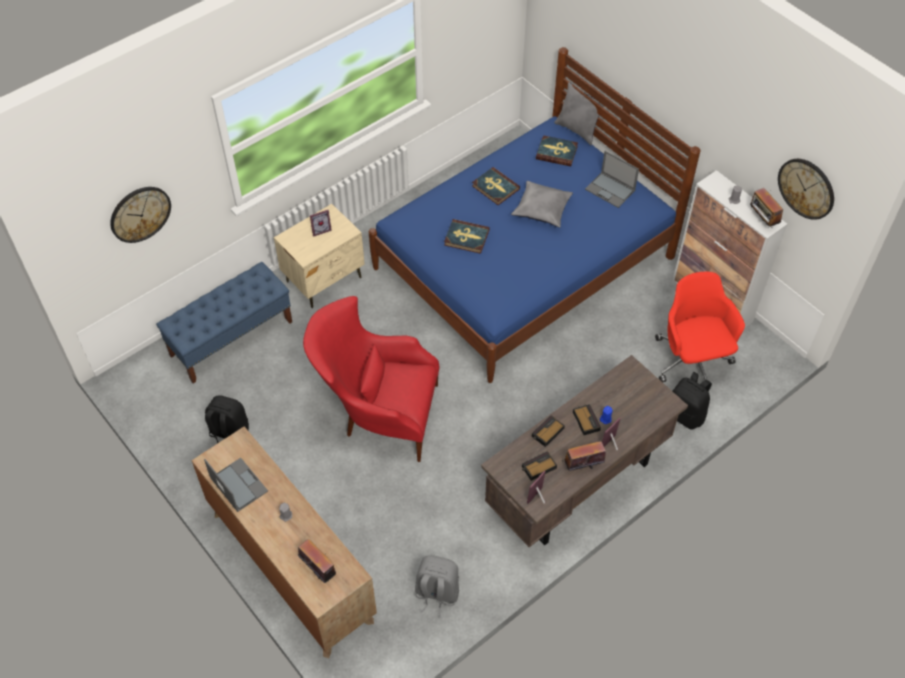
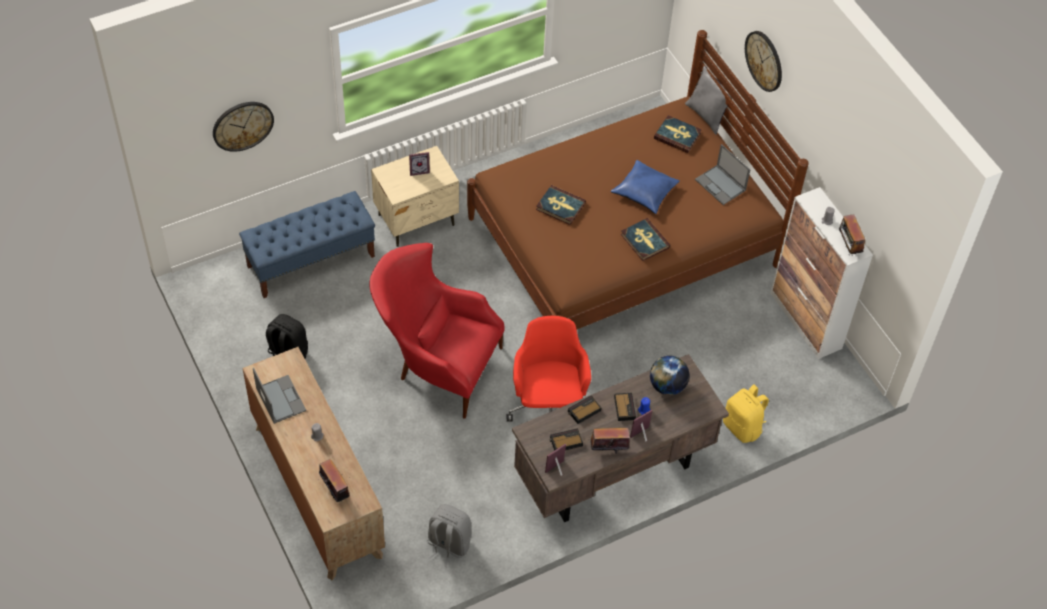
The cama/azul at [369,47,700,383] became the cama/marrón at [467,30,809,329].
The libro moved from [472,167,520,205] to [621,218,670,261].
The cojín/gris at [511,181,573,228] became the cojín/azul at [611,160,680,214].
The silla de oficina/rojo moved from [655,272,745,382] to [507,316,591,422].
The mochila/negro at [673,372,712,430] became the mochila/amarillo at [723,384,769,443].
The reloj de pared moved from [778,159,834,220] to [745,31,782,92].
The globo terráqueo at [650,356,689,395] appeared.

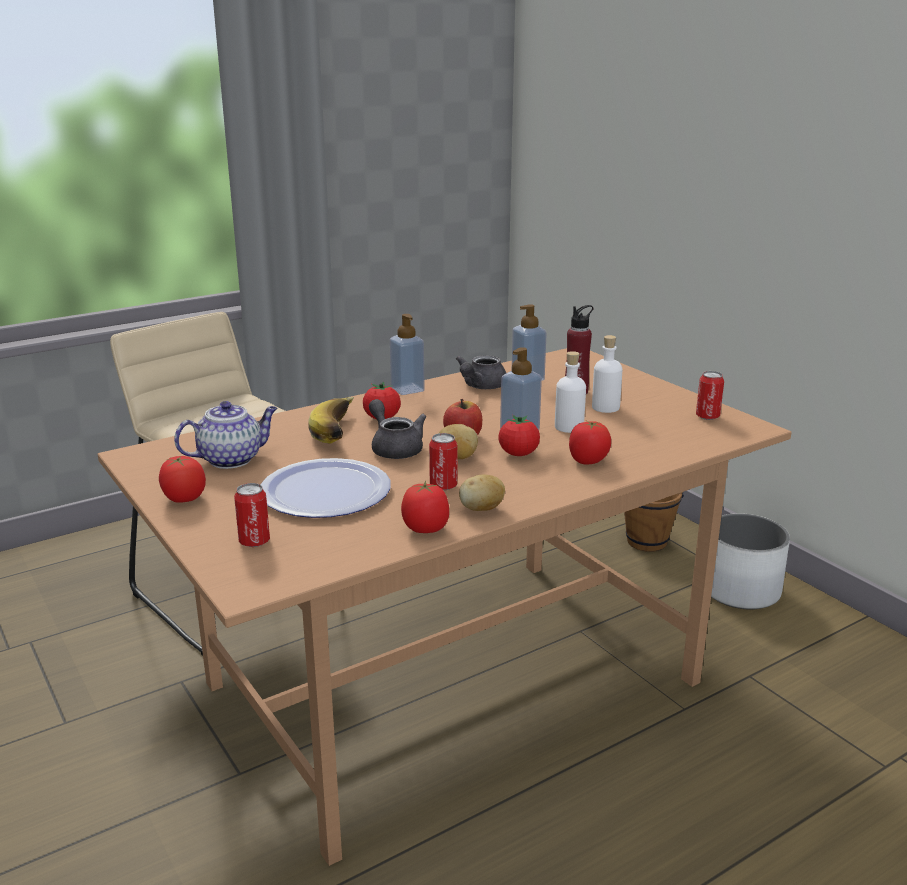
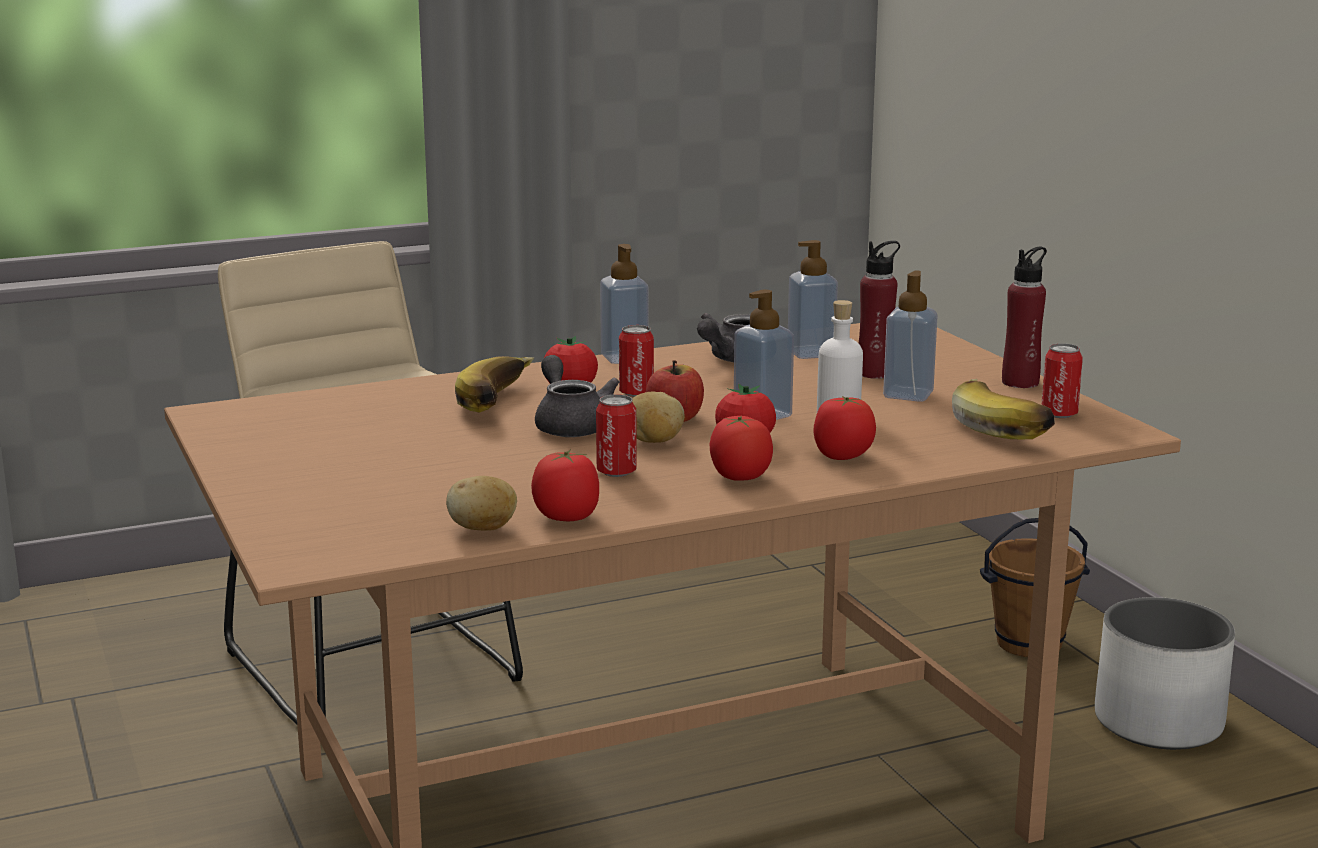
The tomate moved from [159,456,206,503] to [710,416,773,481].
The tetera at [174,401,278,469] disappeared.
The lata moved from [234,483,270,547] to [619,325,654,397].
The plato at [261,458,391,518] disappeared.
The patata moved from [459,474,505,511] to [446,476,517,531].
The botella/blanco at [592,335,622,413] was replaced by the dispensador de jabón at [883,271,938,402].
The plátano at [952,379,1055,439] appeared.
The botella/rojo at [1002,247,1047,388] appeared.

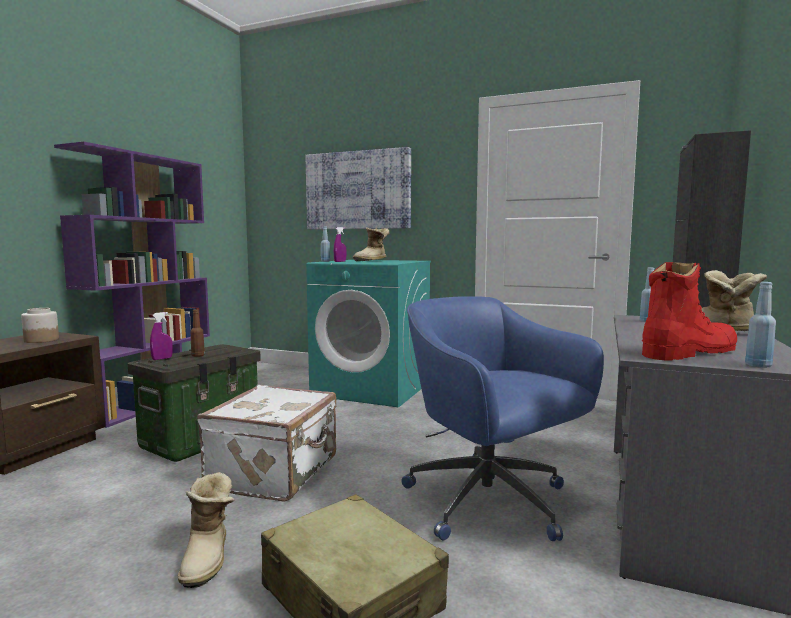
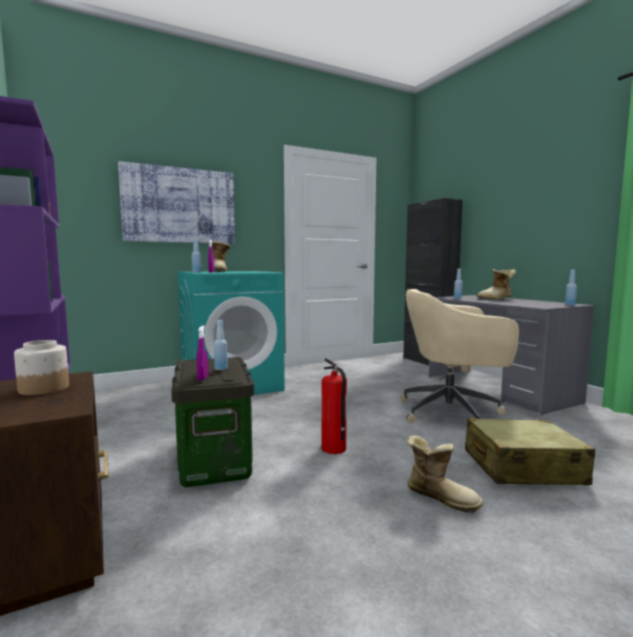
The botella/marrón at [190,309,205,357] became the botella/azul at [214,320,228,370].
The maleta/blanco at [197,385,336,502] was replaced by the extintor at [322,358,347,454].
The silla de oficina/azul at [401,296,604,541] became the silla de oficina/beis at [401,289,519,423].
The bota/rojo at [642,262,737,360] disappeared.

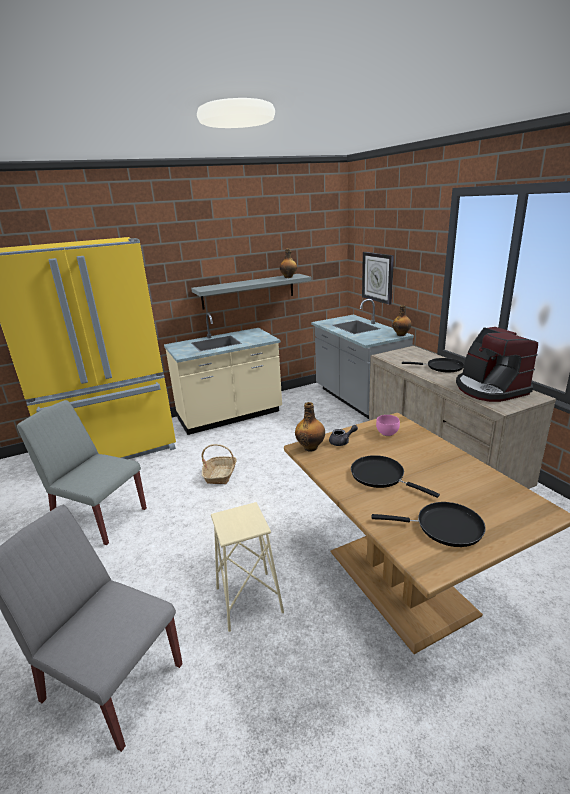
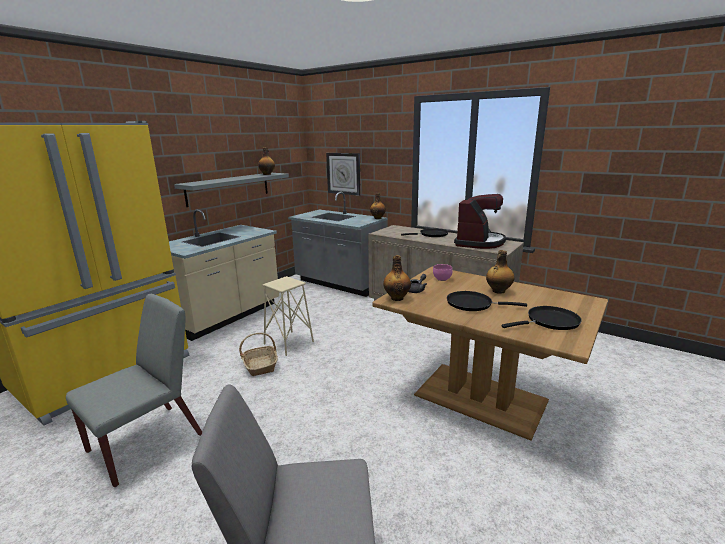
The silla/gris at [17,400,147,545] turned 135 degrees clockwise.
The taburete/beis moved from [211,502,284,632] to [263,276,314,356].
The cafetera at [456,327,538,402] turned 105 degrees counterclockwise.
The botella at [486,250,515,294] appeared.

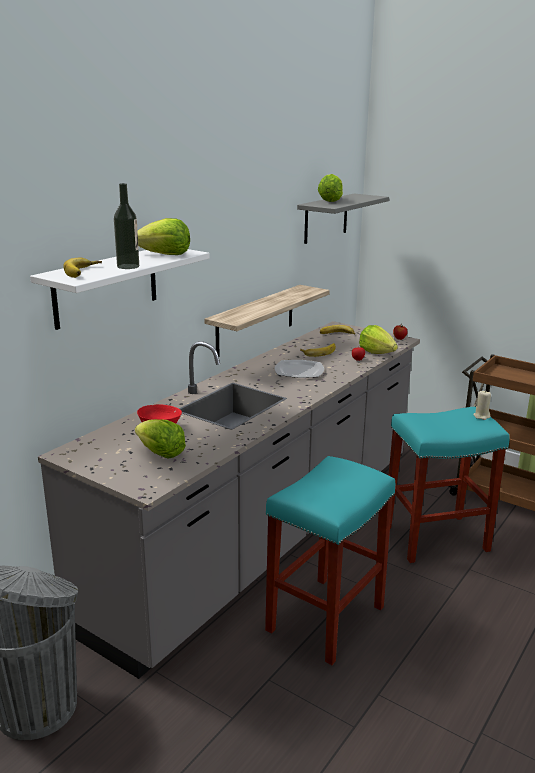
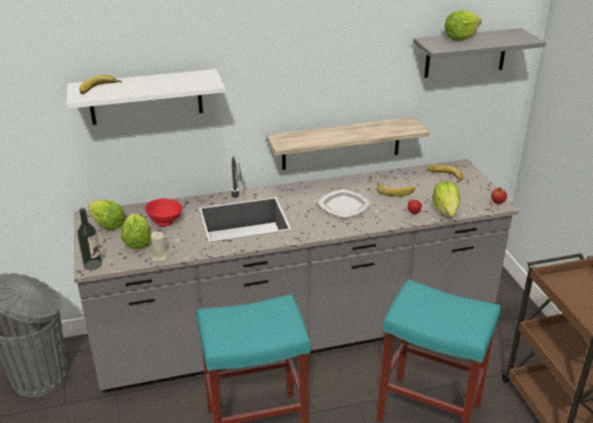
The botella moved from [114,183,139,269] to [77,208,102,270].
The lechuga moved from [138,218,190,255] to [88,199,126,230].
The vela/beis moved from [473,390,491,420] to [151,231,169,262].

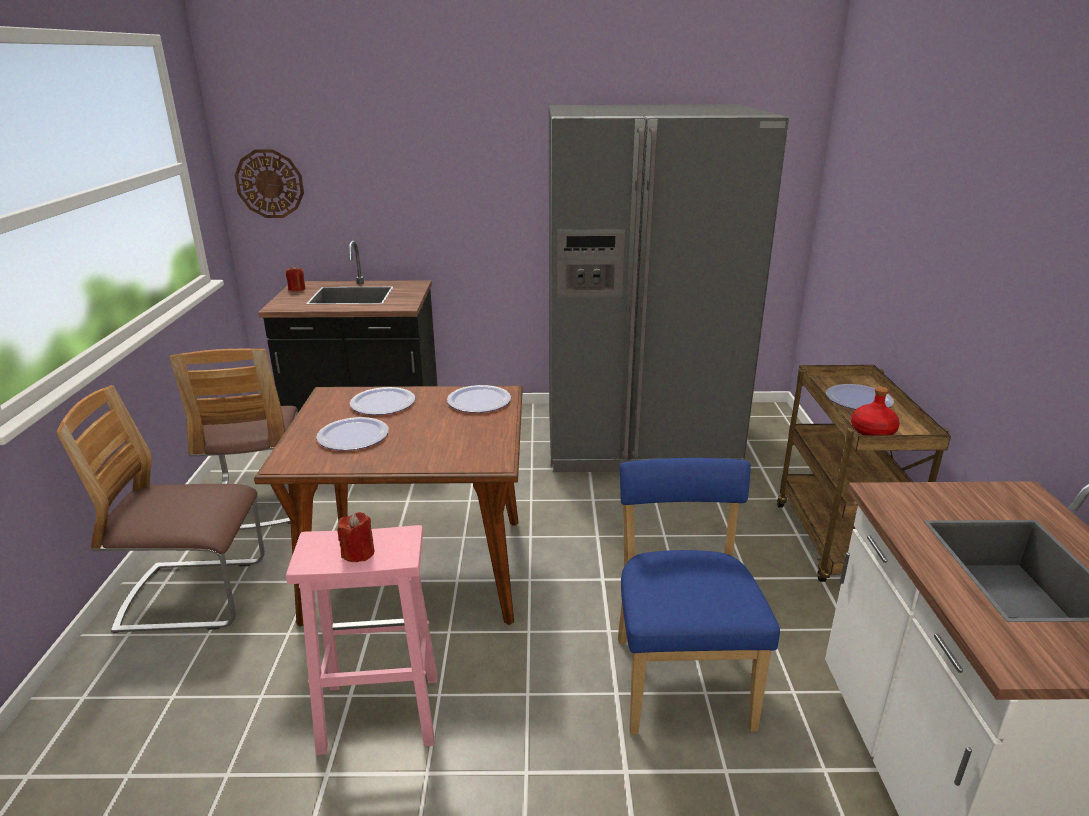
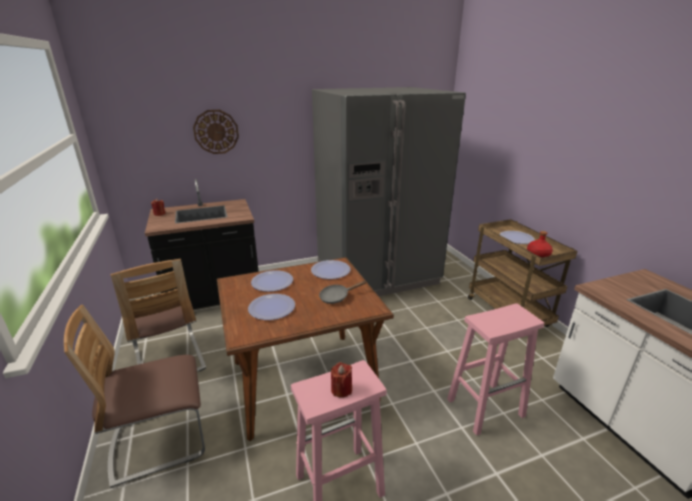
The reloj de pared moved from [235,149,304,218] to [193,110,239,154].
The silla/azul at [618,458,780,734] was replaced by the taburete/rosa at [447,303,544,436].
The sartén/gris at [319,281,366,304] appeared.

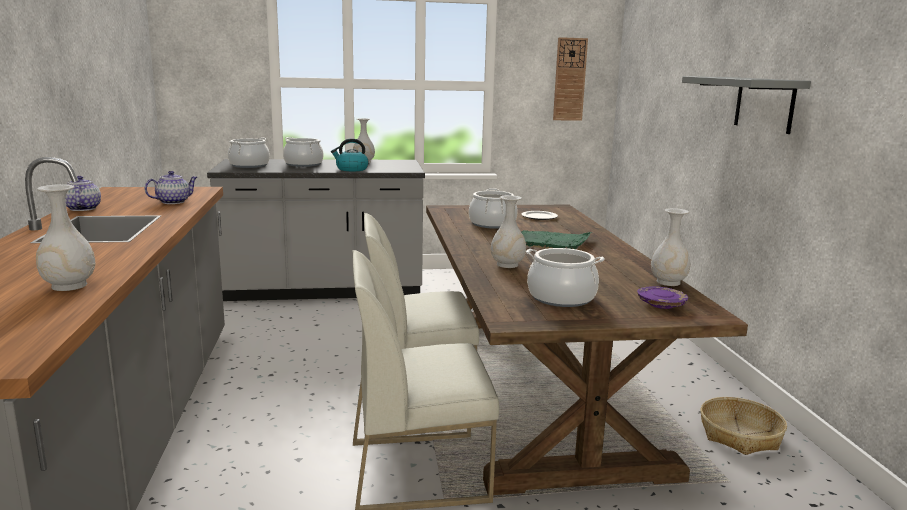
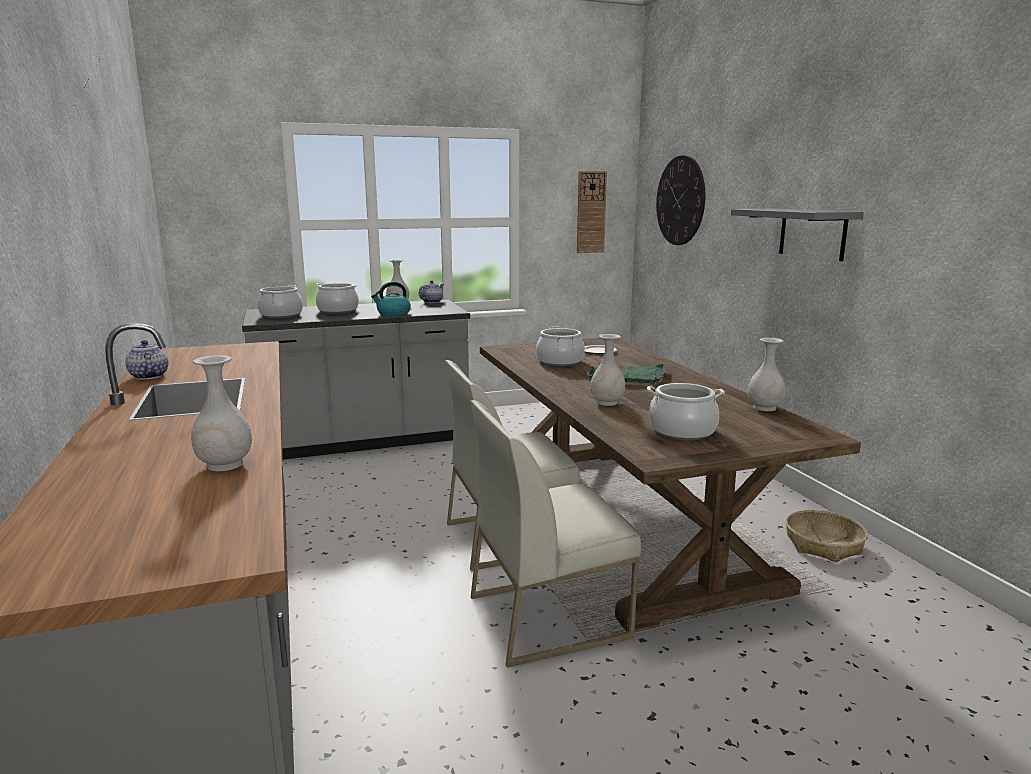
The tetera moved from [145,171,197,204] to [419,280,444,303].
The plato/morado at [637,286,688,309] disappeared.
The reloj de pared at [656,155,705,245] appeared.

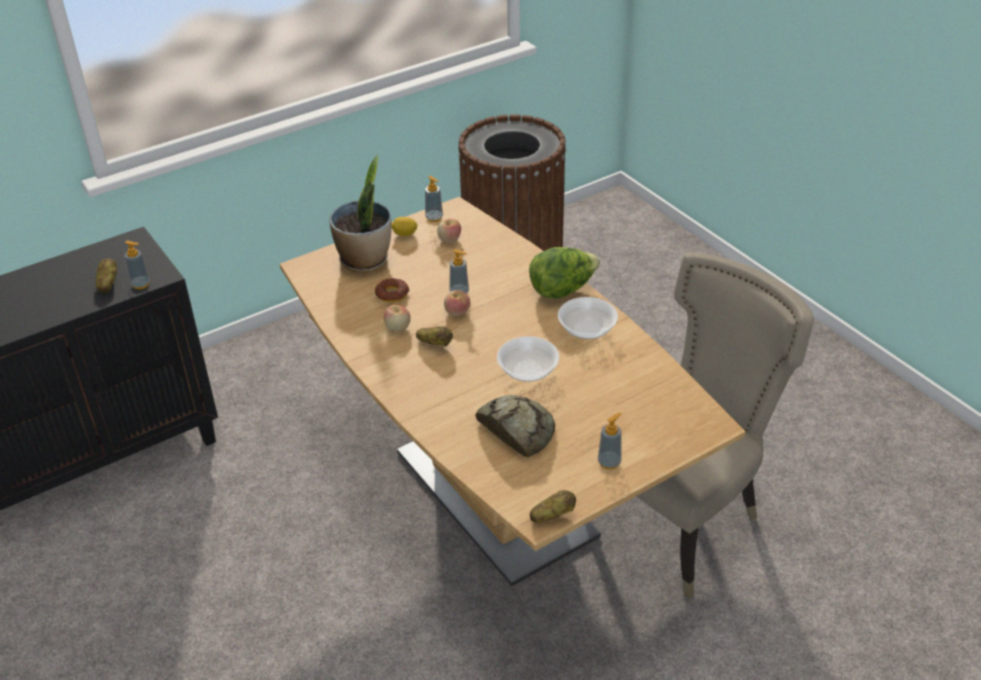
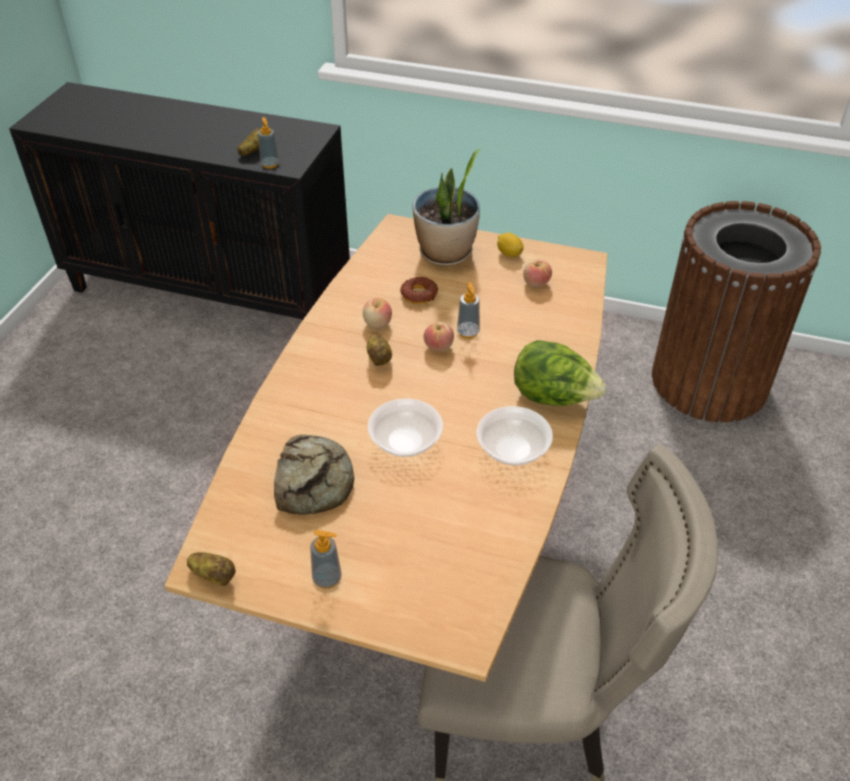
The dispensador de jabón at [425,176,443,222] disappeared.

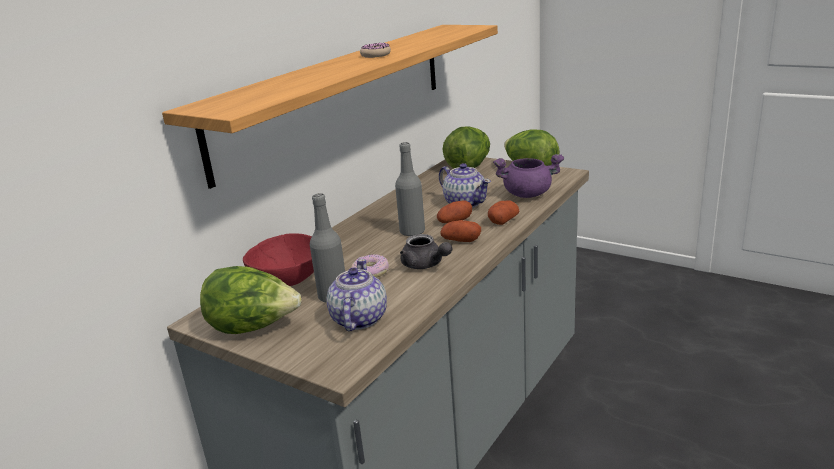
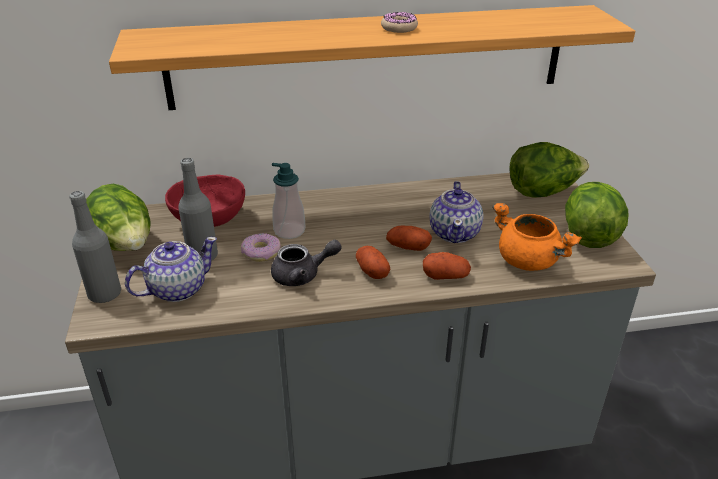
The botella/gris moved from [395,142,425,236] to [69,191,121,303].
The tetera/gris at [400,234,452,269] turned 105 degrees counterclockwise.
The olla/morado at [493,154,564,198] became the olla/naranja at [493,203,582,271].
The dispensador de jabón at [272,163,305,239] appeared.

